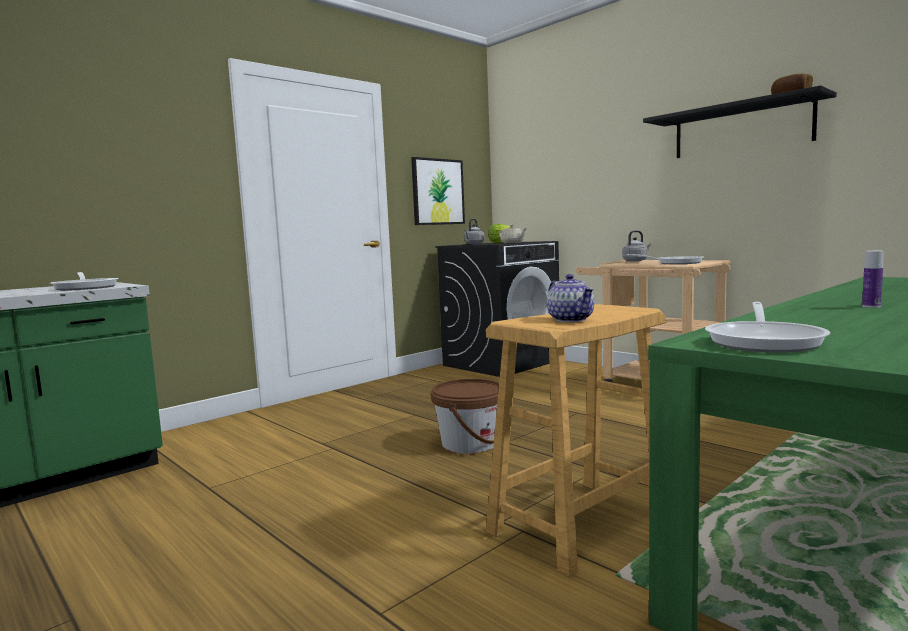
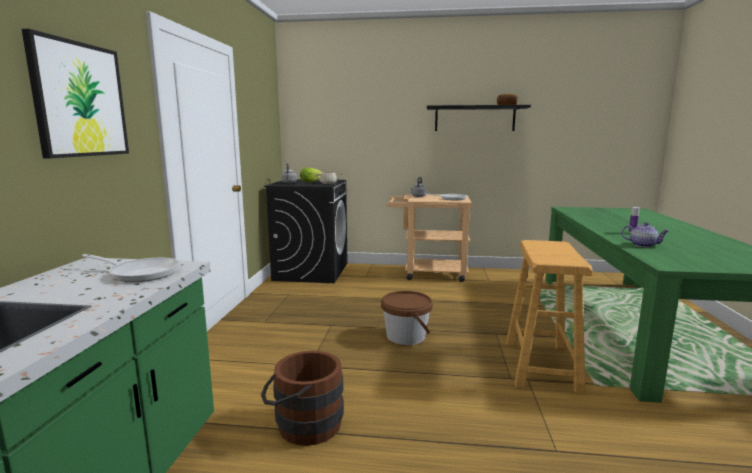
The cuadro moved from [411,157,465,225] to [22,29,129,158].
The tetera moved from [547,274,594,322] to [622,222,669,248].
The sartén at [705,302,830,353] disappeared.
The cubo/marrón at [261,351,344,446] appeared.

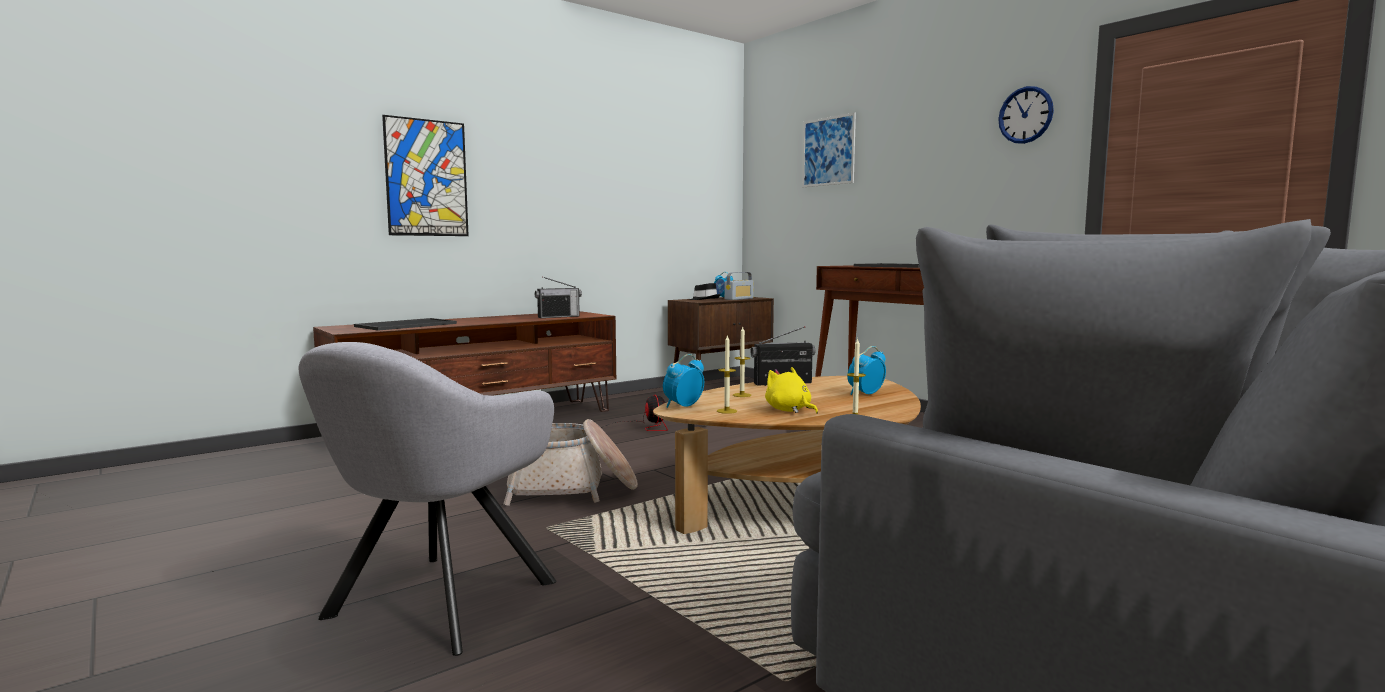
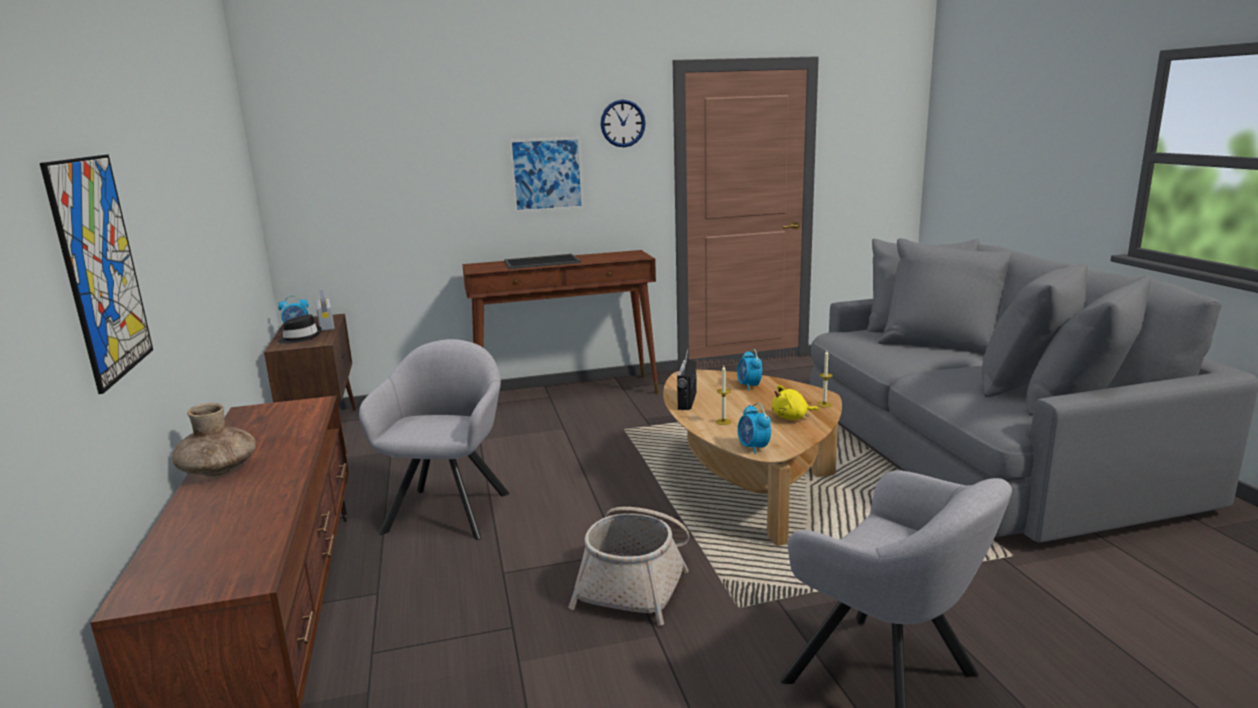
The bandeja at [354,318,457,331] disappeared.
The radio at [535,277,582,318] disappeared.
The ventilador at [601,395,668,431] was replaced by the sillón/gris at [359,339,509,540].
The vela at [717,334,737,414] disappeared.
The cuadro moved from [802,112,856,187] to [509,137,584,213].
The florero/marrón at [172,403,256,476] appeared.

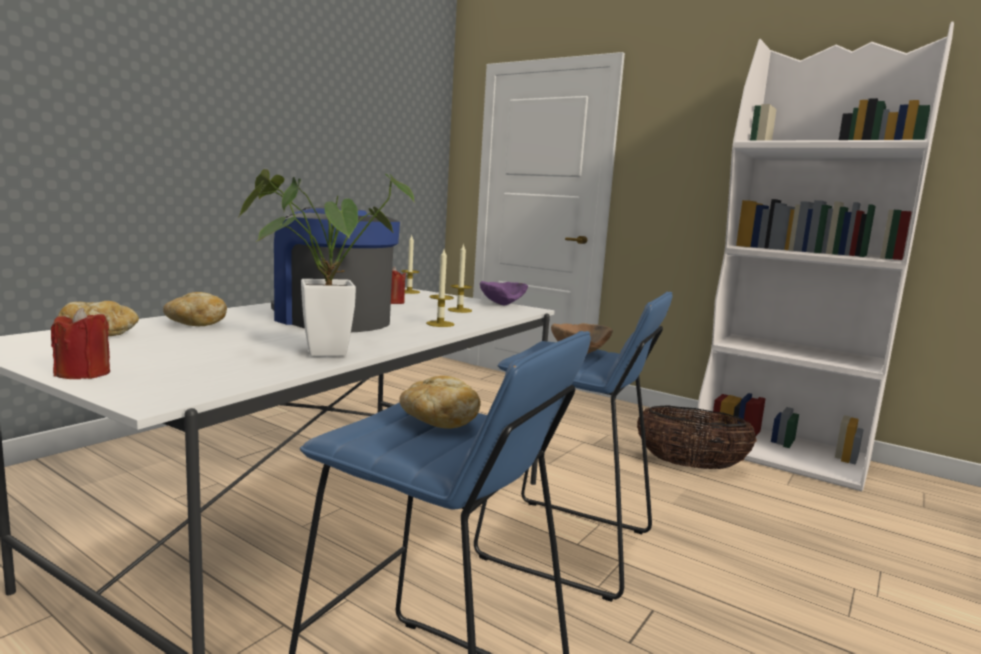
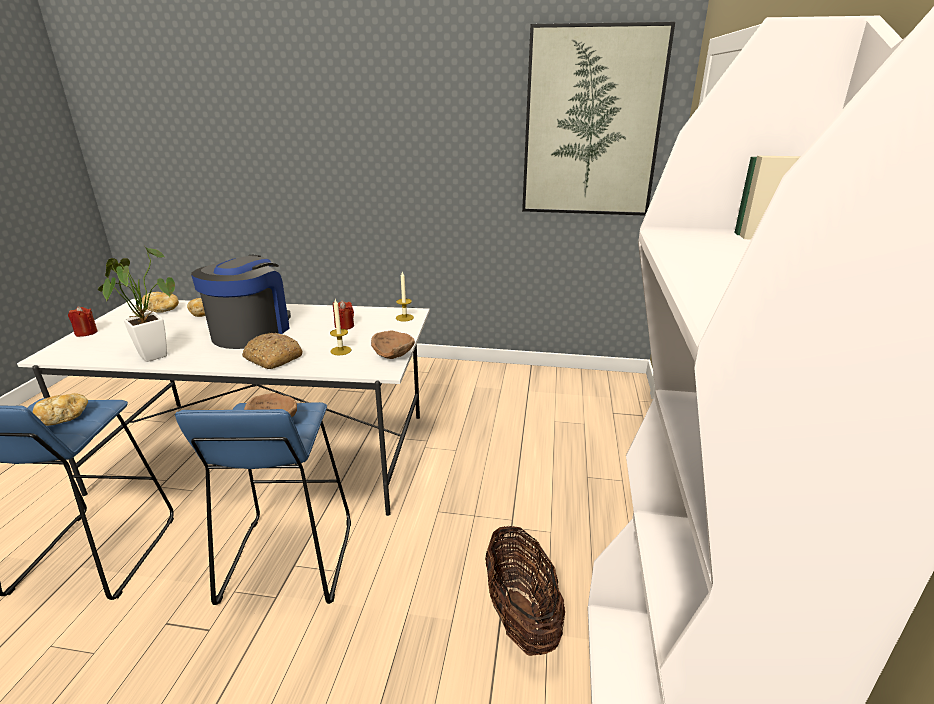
The vela at [426,249,455,327] was replaced by the pan at [242,333,303,369].
The cuenco/morado at [480,281,528,305] became the cuenco/marrón at [371,330,415,359].
The cuadro at [522,22,675,216] appeared.

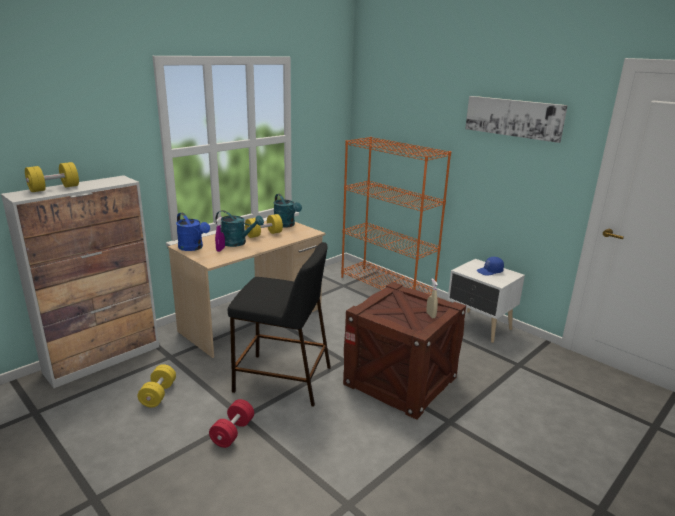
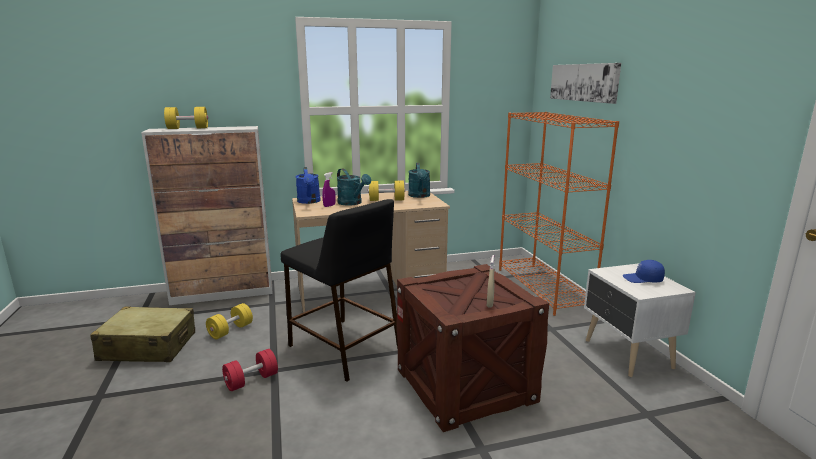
The cuadro moved from [465,96,568,143] to [550,63,621,104].
The maleta/beis at [90,306,195,362] appeared.

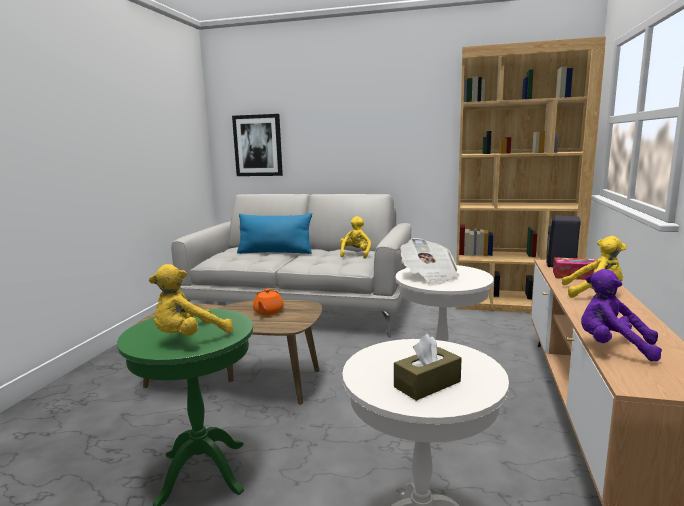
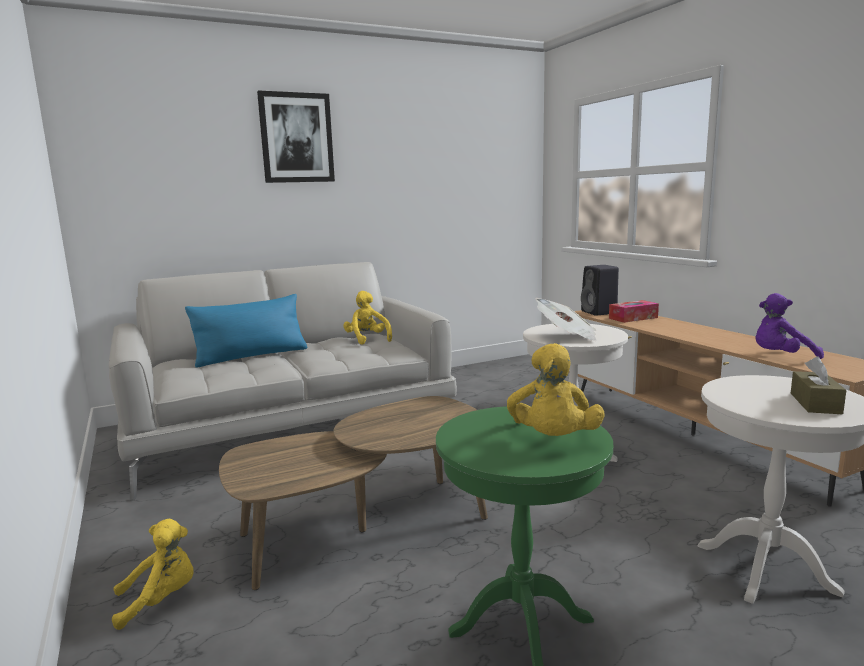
The cuadro moved from [232,114,283,176] to [257,90,335,183].
The tetera/naranja at [253,289,284,315] disappeared.
The estantería/marrón at [455,36,606,313] disappeared.
The peluche/amarillo moved from [562,236,627,298] to [112,518,193,630].

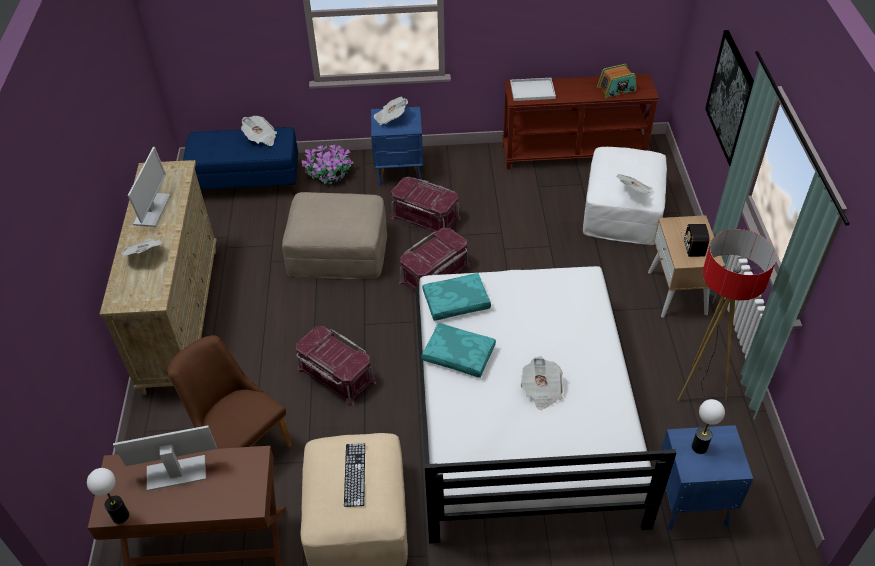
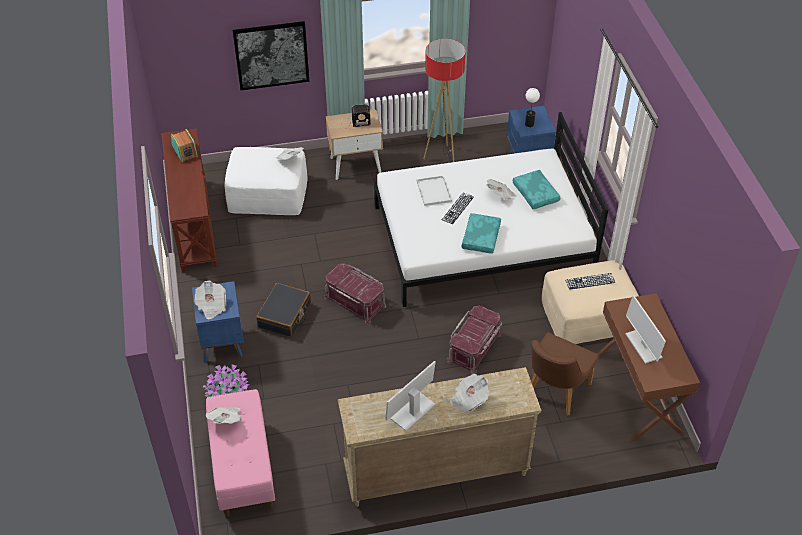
The lámpara de mesa at [87,468,129,524] disappeared.
The monitor at [128,147,171,227] turned 45 degrees counterclockwise.
The banco/azul at [183,127,298,195] became the banco/rosa at [206,389,275,517].
The puf/beis at [282,192,387,279] disappeared.
The caja de almacenaje/rojo at [390,177,461,232] was replaced by the maleta/negro at [256,283,311,337].
The cojín/turquesa moved from [422,273,491,321] to [513,170,560,209].
The bandeja/blanco moved from [510,78,556,101] to [417,176,452,206].
The teclado at [442,192,474,224] appeared.

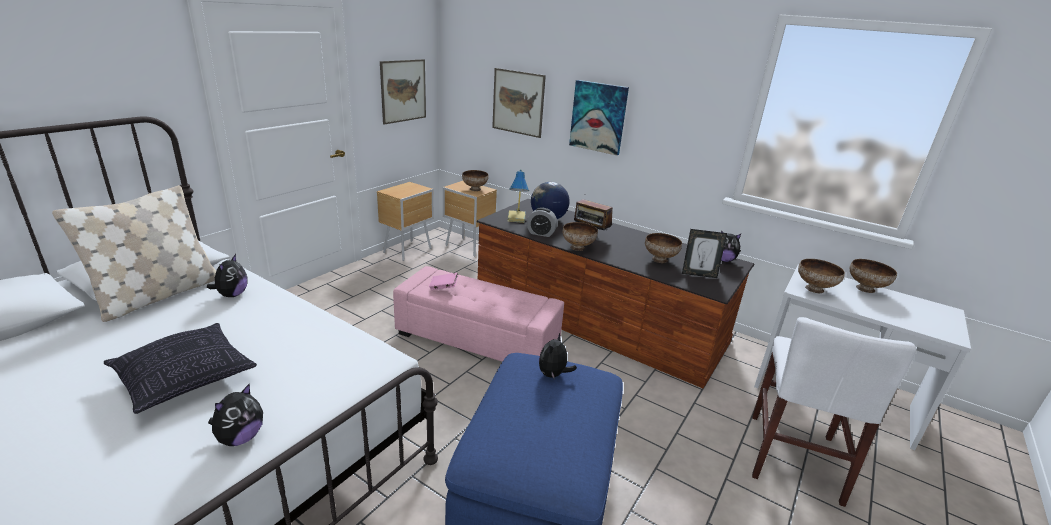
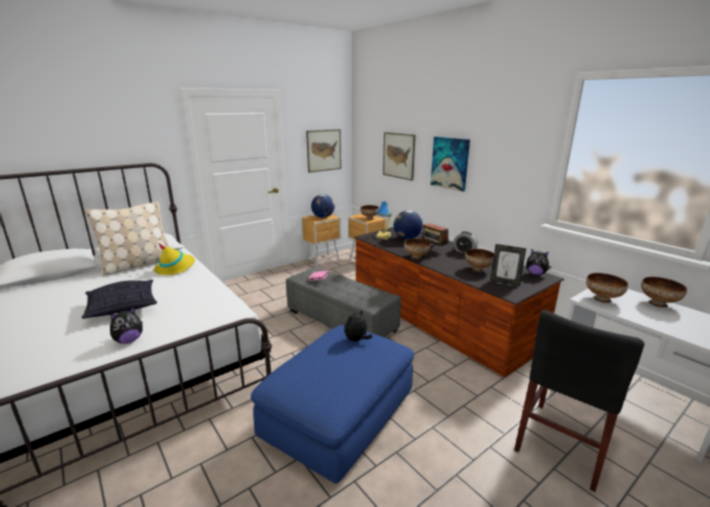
The peluche at [207,254,248,297] was replaced by the sombrero/amarillo at [154,242,195,275].
The puf/rosa at [393,266,564,362] became the puf/gris at [286,267,401,338].
The despertador moved from [527,207,557,237] to [453,231,478,253].
The silla/blanco at [752,317,916,507] became the silla/negro at [514,310,644,492].
The globo terráqueo at [311,194,335,218] appeared.

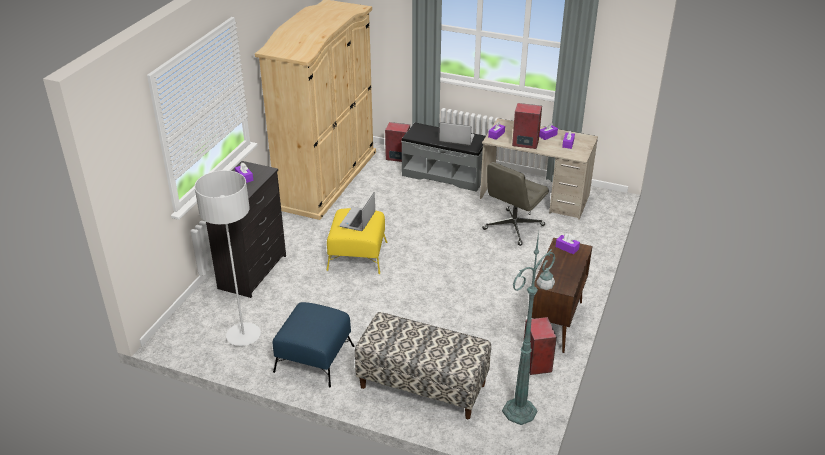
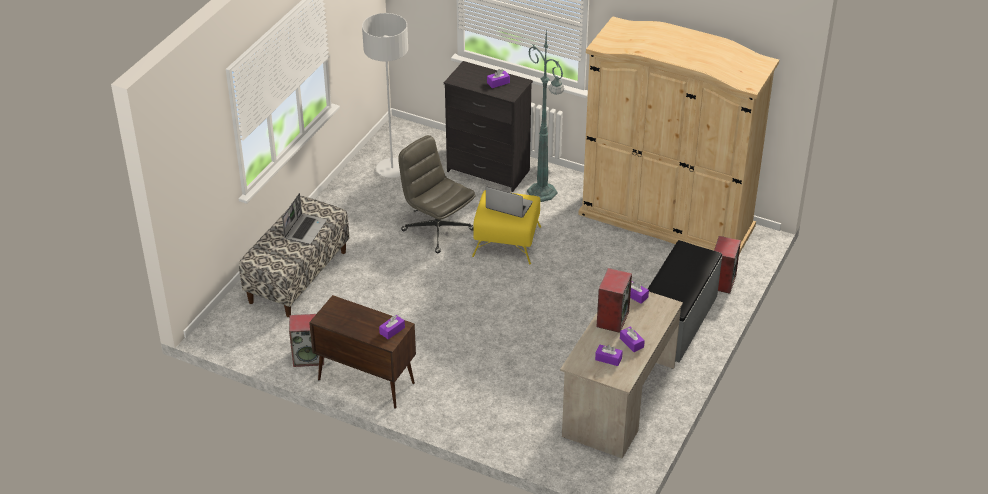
The puf/azul at [273,302,354,387] disappeared.
The portátil moved from [439,122,475,146] to [282,193,327,244].
The silla de oficina/gris moved from [483,162,549,246] to [398,135,476,253].
The lámpara de pie/verde moved from [502,232,555,425] to [527,29,564,202].

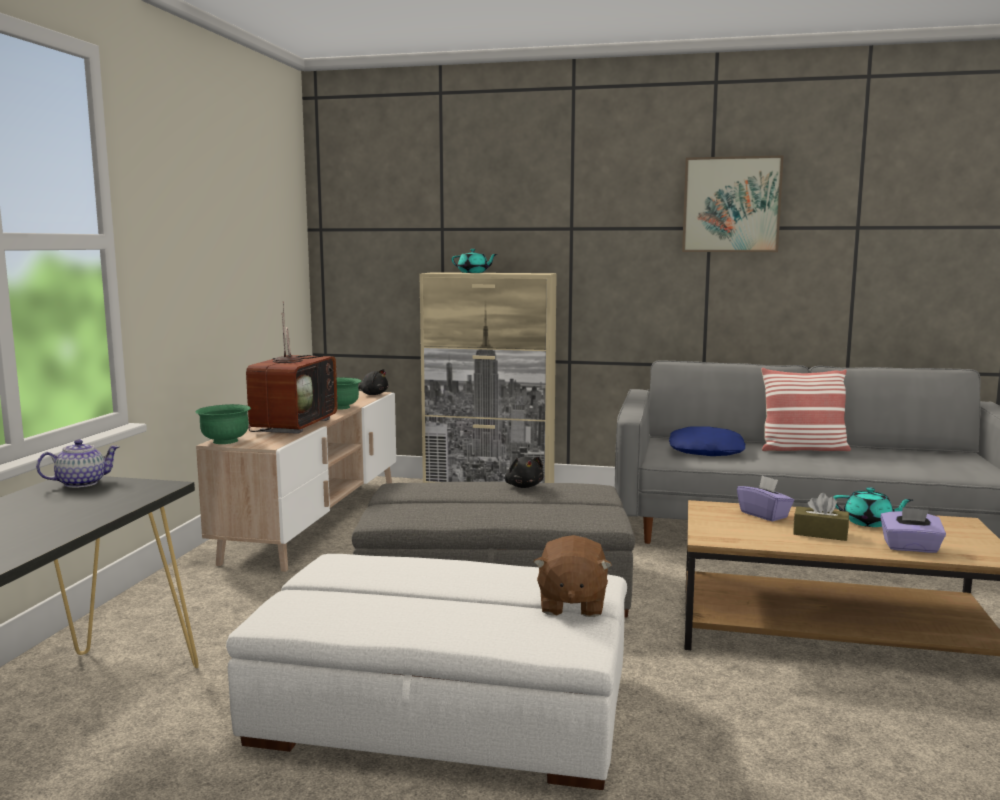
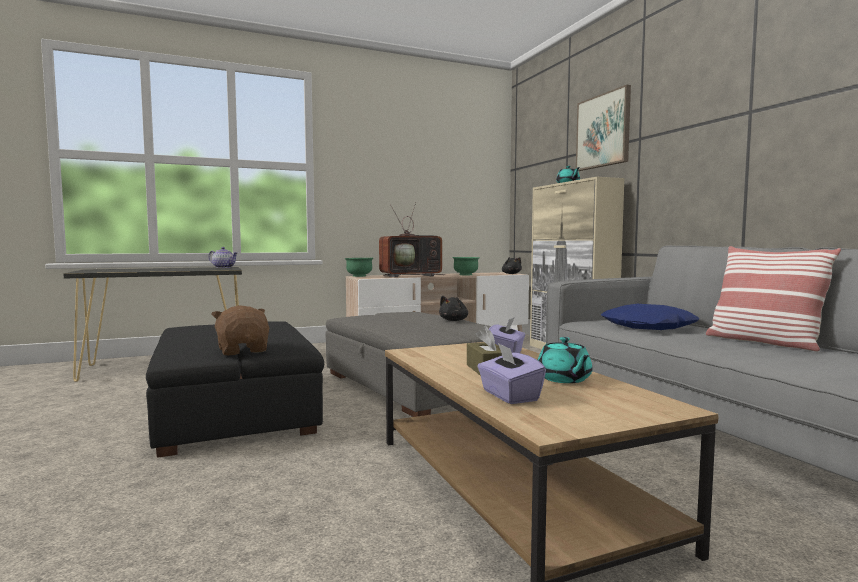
The puf/blanco at [226,554,627,790] became the puf/negro at [146,321,324,458].
The peluche/marrón at [534,535,612,617] turned 90 degrees clockwise.
The cuadro moved from [682,155,784,252] to [576,85,631,171].

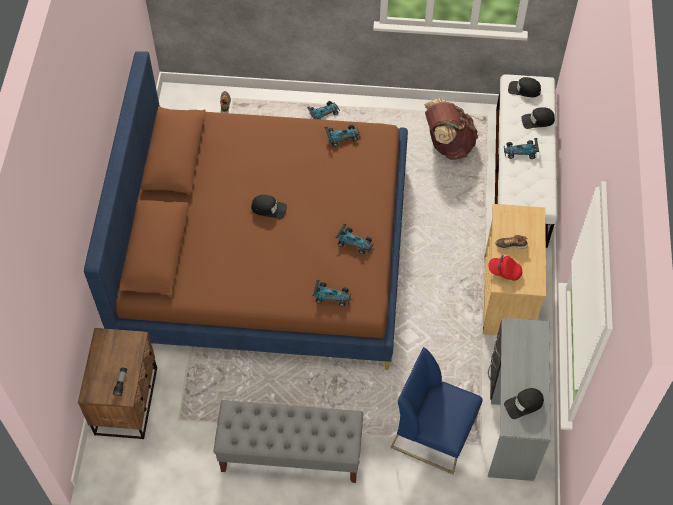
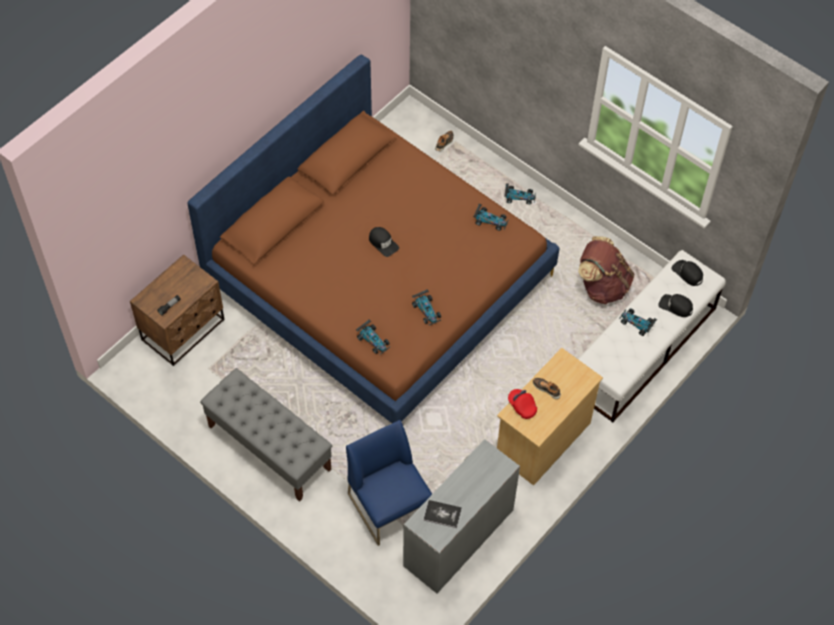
The gorra/negro at [504,388,544,419] was replaced by the libro at [423,500,462,528].

